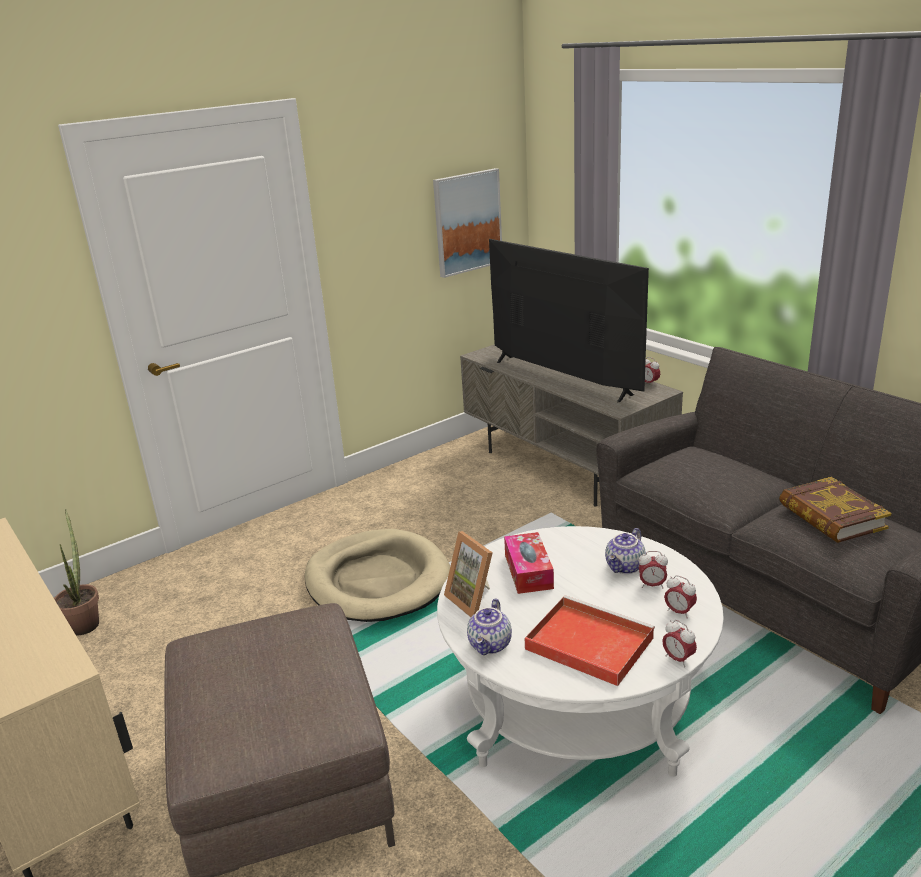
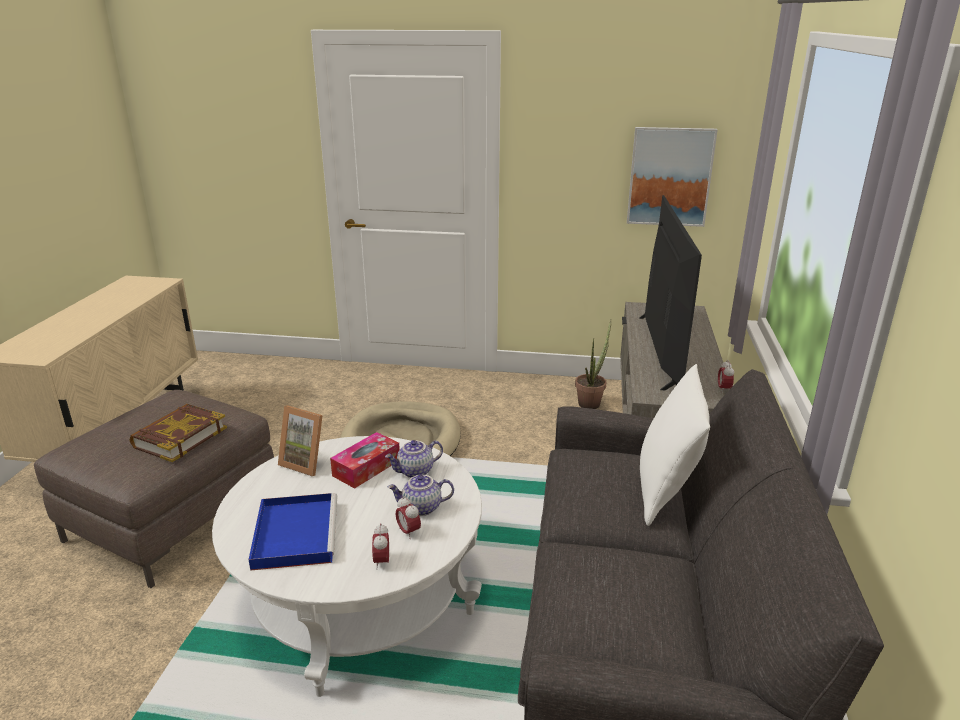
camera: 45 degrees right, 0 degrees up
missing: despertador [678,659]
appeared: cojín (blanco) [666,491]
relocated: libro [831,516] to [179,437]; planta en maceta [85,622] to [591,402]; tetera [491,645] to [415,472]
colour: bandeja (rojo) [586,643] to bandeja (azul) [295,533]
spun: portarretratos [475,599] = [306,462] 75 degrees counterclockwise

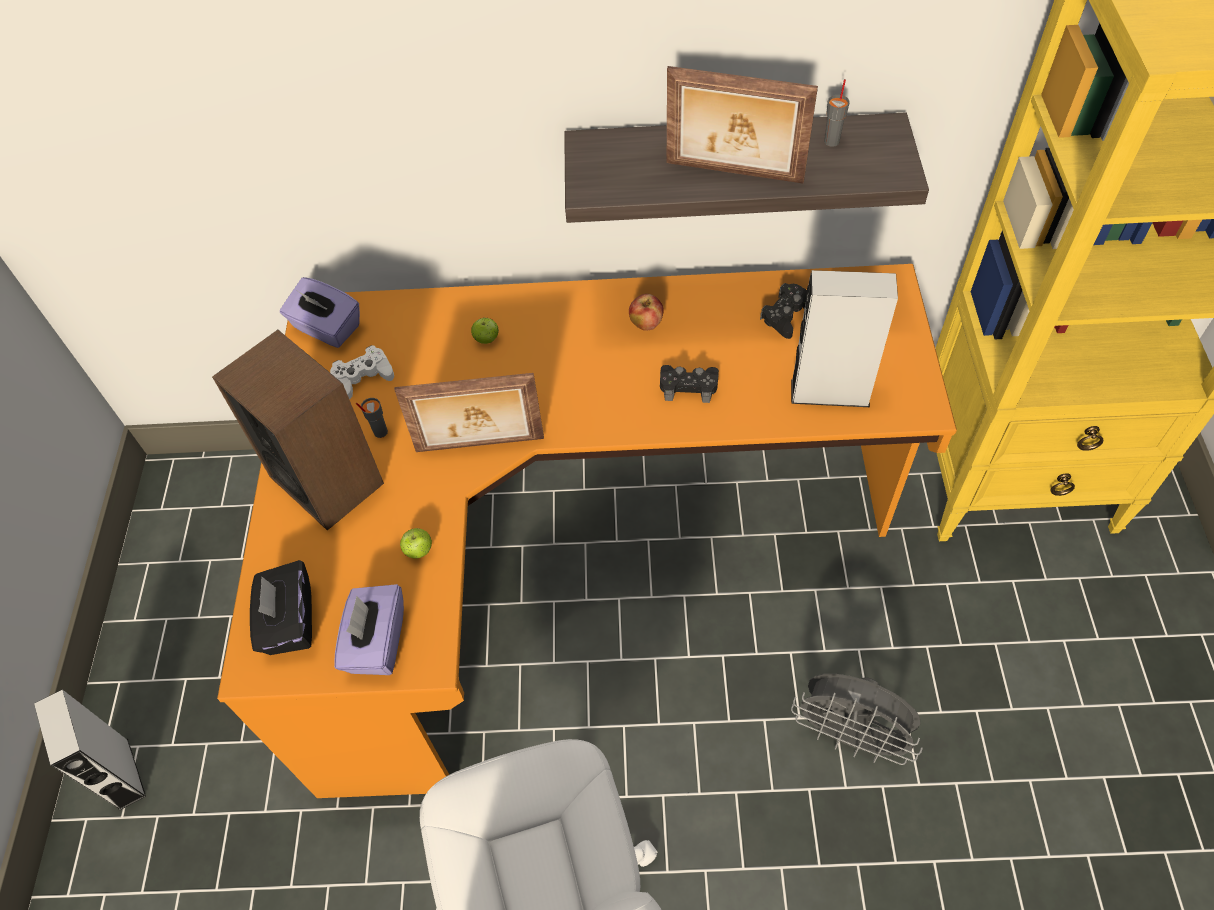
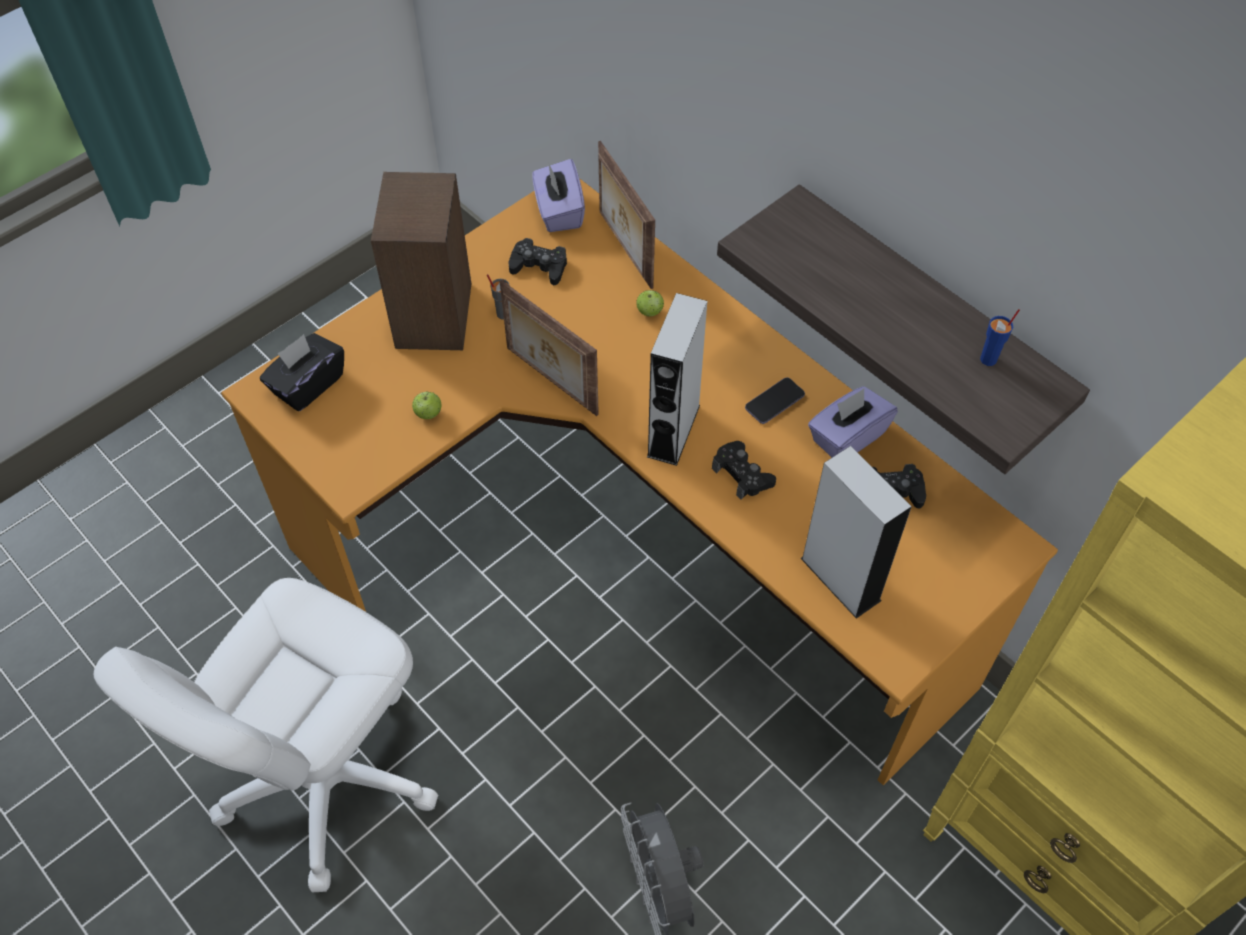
camera: 45 degrees right, 0 degrees up
relocated: portarretratos [733,173] to [623,249]; caja de pañuelos (morado) [376,642] to [847,437]; altavoz (gris) [123,774] to [673,430]
exchanged: manzana [646,324] to móvil [774,402]
colour: taza (gris) [832,141] to taza (azul) [989,359]; mando de consola (blanco) [363,377] to mando de consola (negro) [539,266]

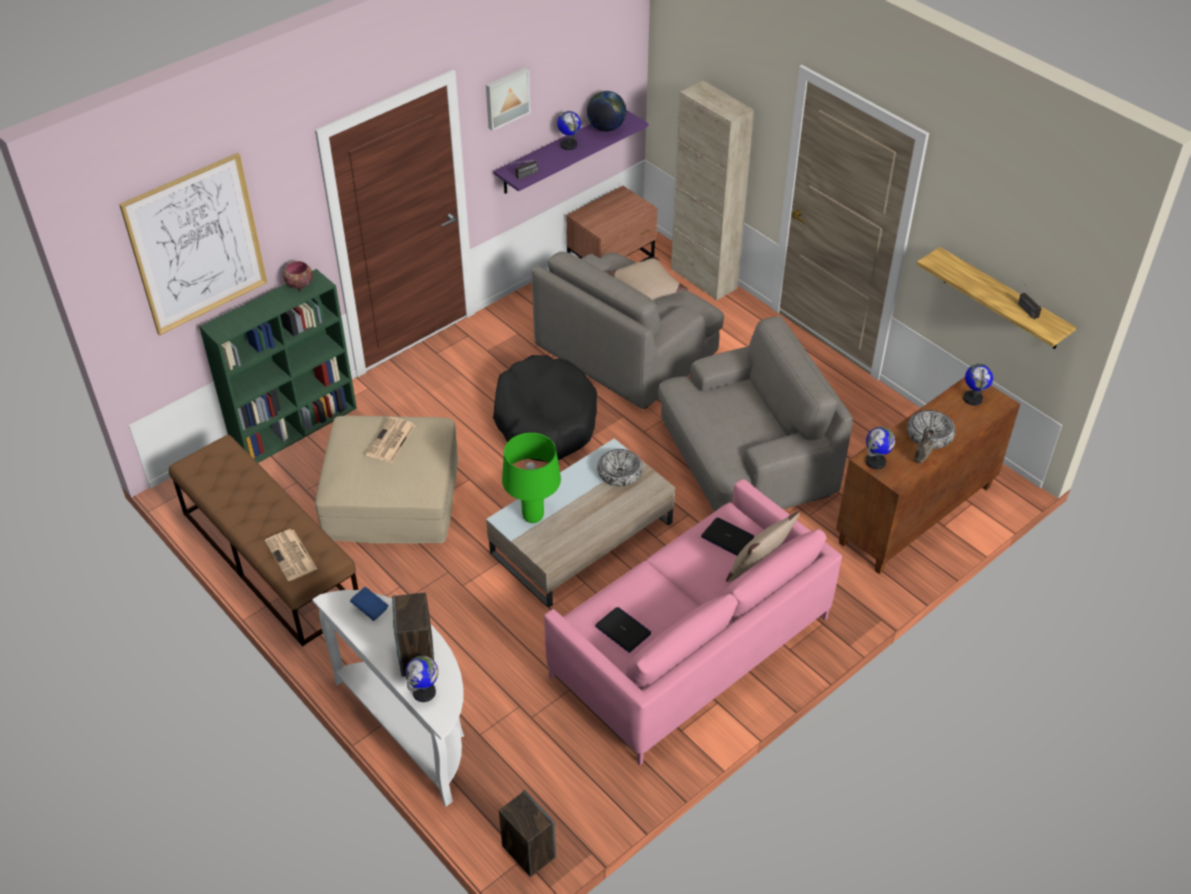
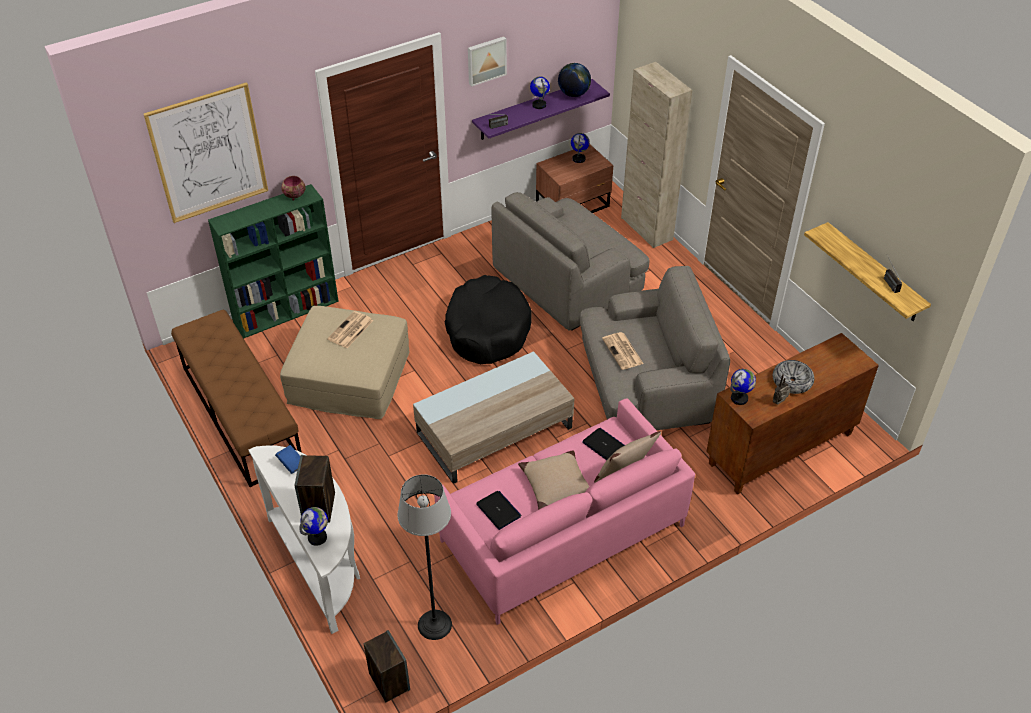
camera: 10 degrees right, 0 degrees up
missing: lámpara de mesa (verde) [532,517]; cuenco [619,472]
appeared: lámpara de pie [434,624]
relocated: cojín (beis) [646,288] to [557,485]; globo terráqueo [973,398] to [579,159]; periódico [291,556] to [623,351]

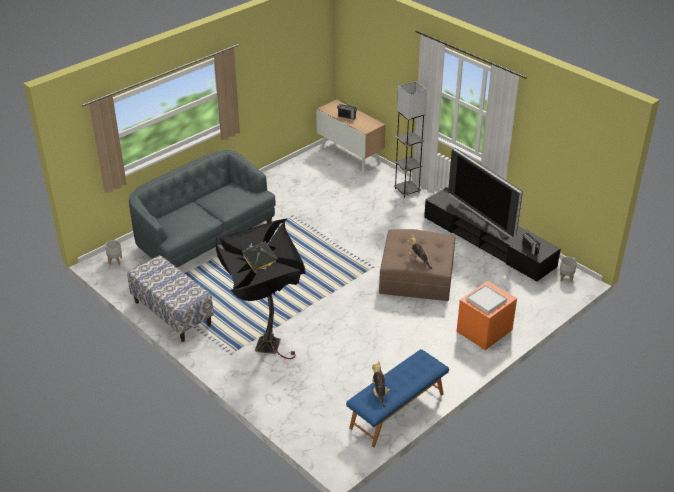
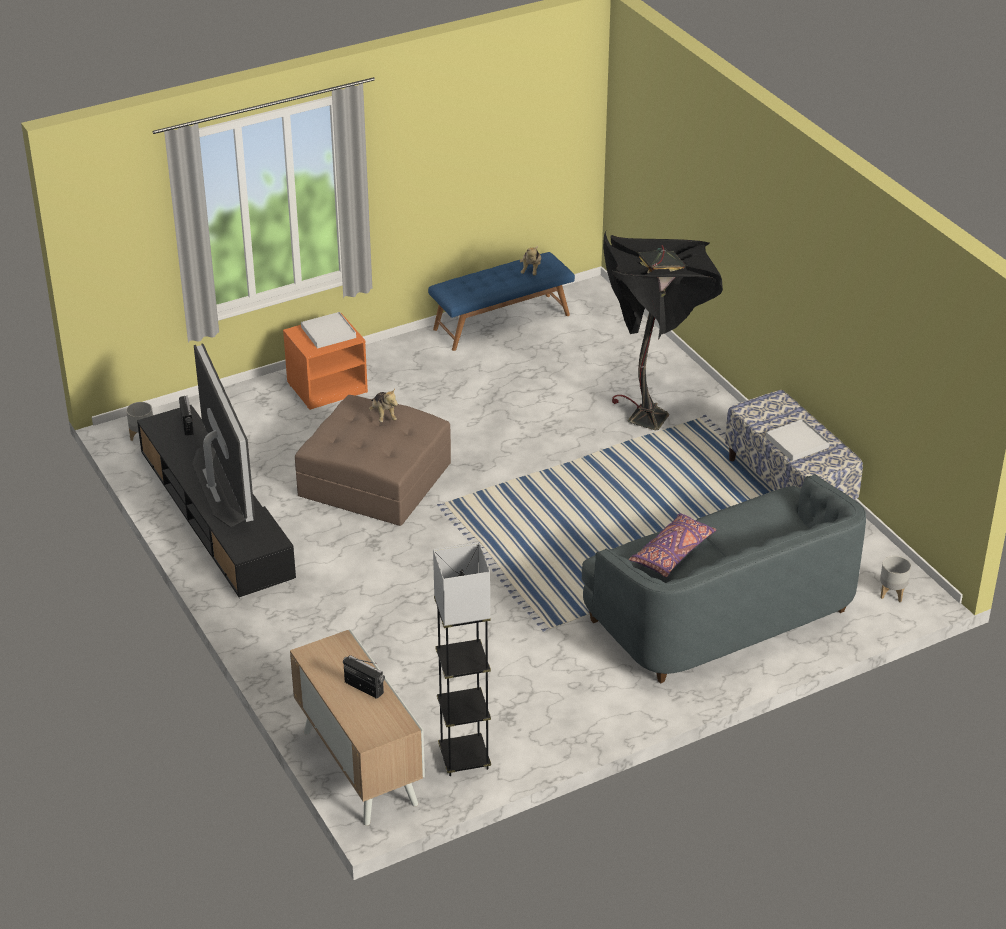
camera: 165 degrees left, 0 degrees up
appeared: bandeja (blanco) [797,442]; cojín (morado) [672,553]
relocated: lámpara de pie (gris) [407,190] to [464,758]

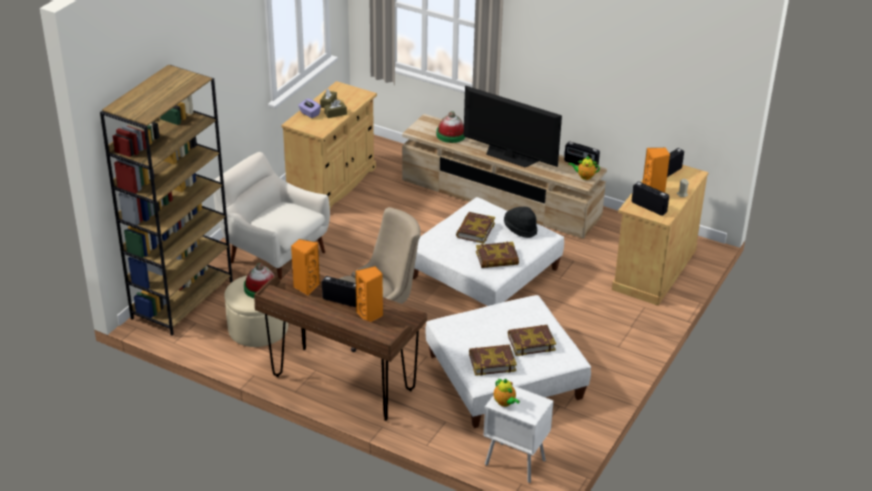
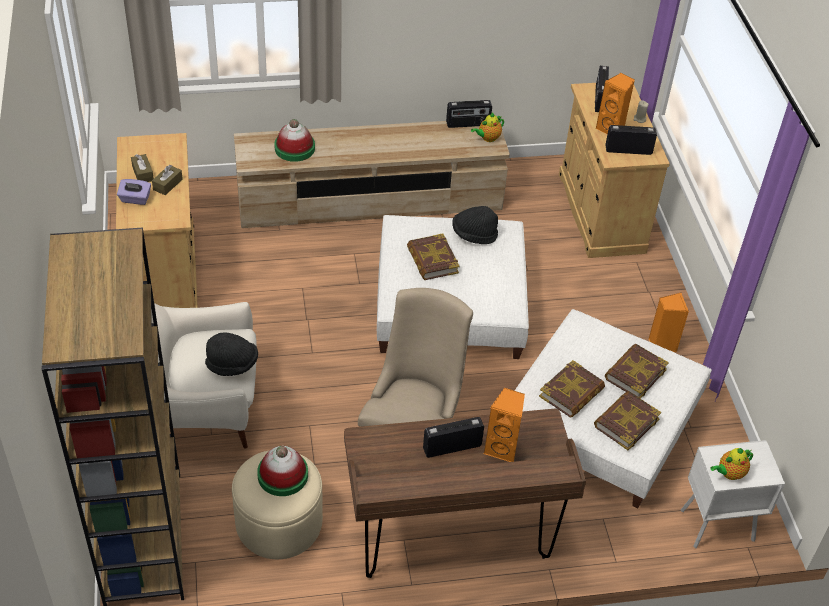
camera: 40 degrees left, 10 degrees up
missing: televisor [510,156]
appeared: sombrero (negro) [232,364]
relocated: altavoz (naranja) [306,286] to [662,343]; libro [497,258] to [571,393]
spun: tetera [505,403] = [729,473] 135 degrees clockwise

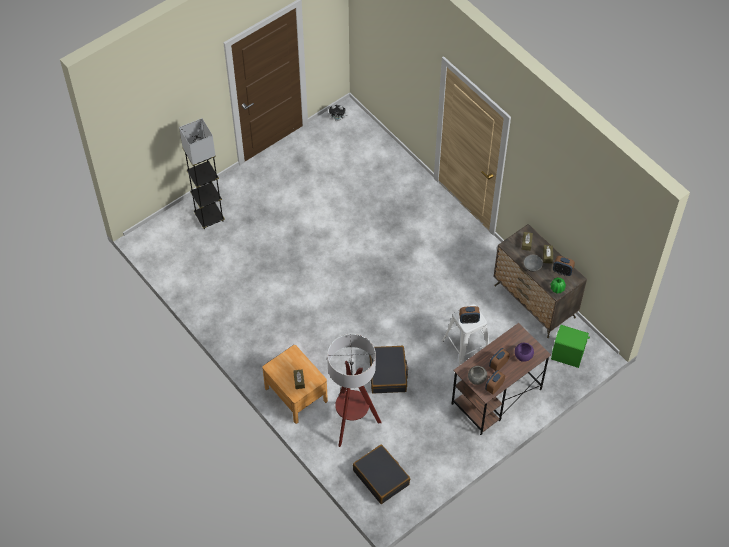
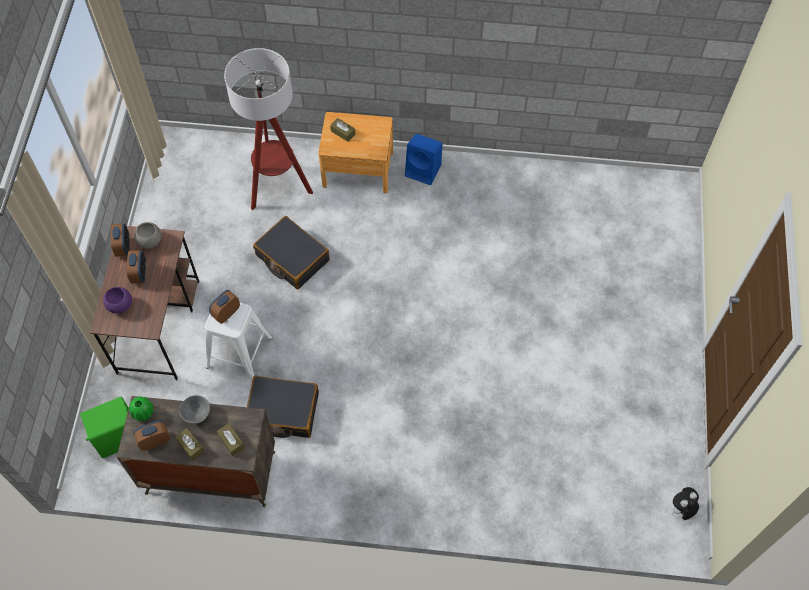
camera: 135 degrees right, 5 degrees up
missing: lámpara de pie (gris) [209,217]
appeared: altavoz (azul) [424,170]
relocated: maleta (negro) [381,477] to [283,411]

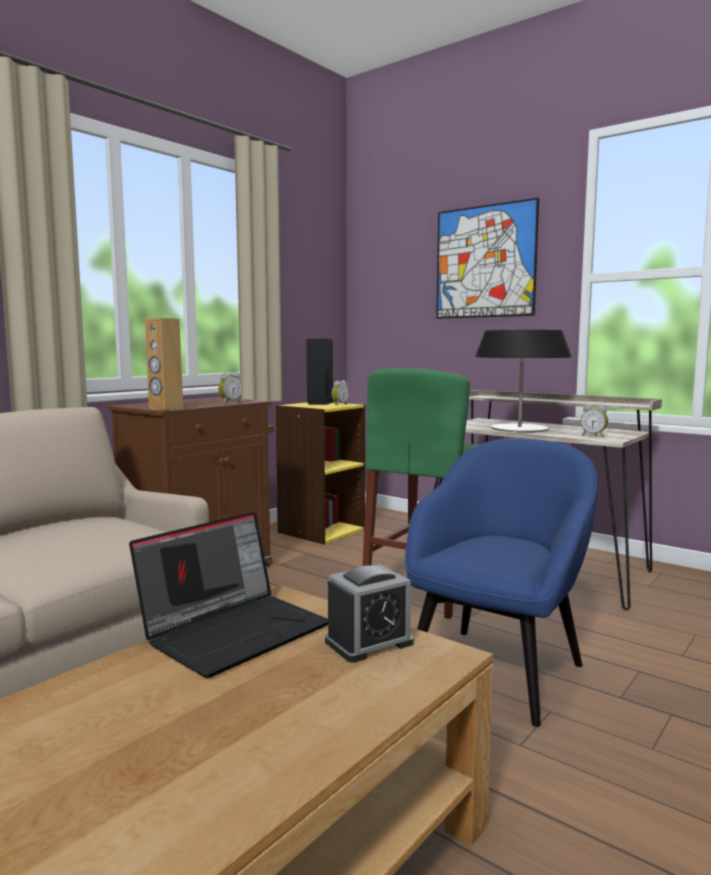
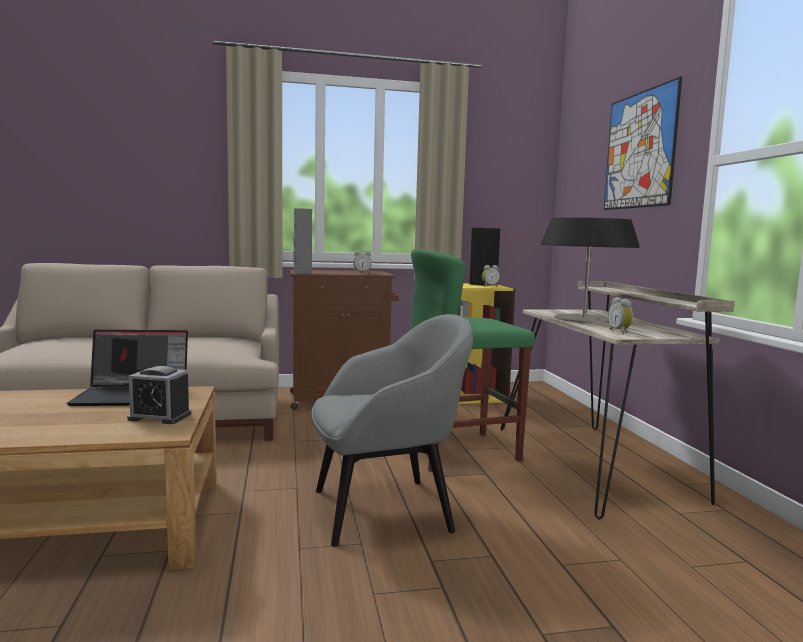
camera: 40 degrees right, 0 degrees up
colour: altavoz (marrón) [165,408] to altavoz (gris) [302,273]; sillón (azul) [497,670] to sillón (gris) [385,510]

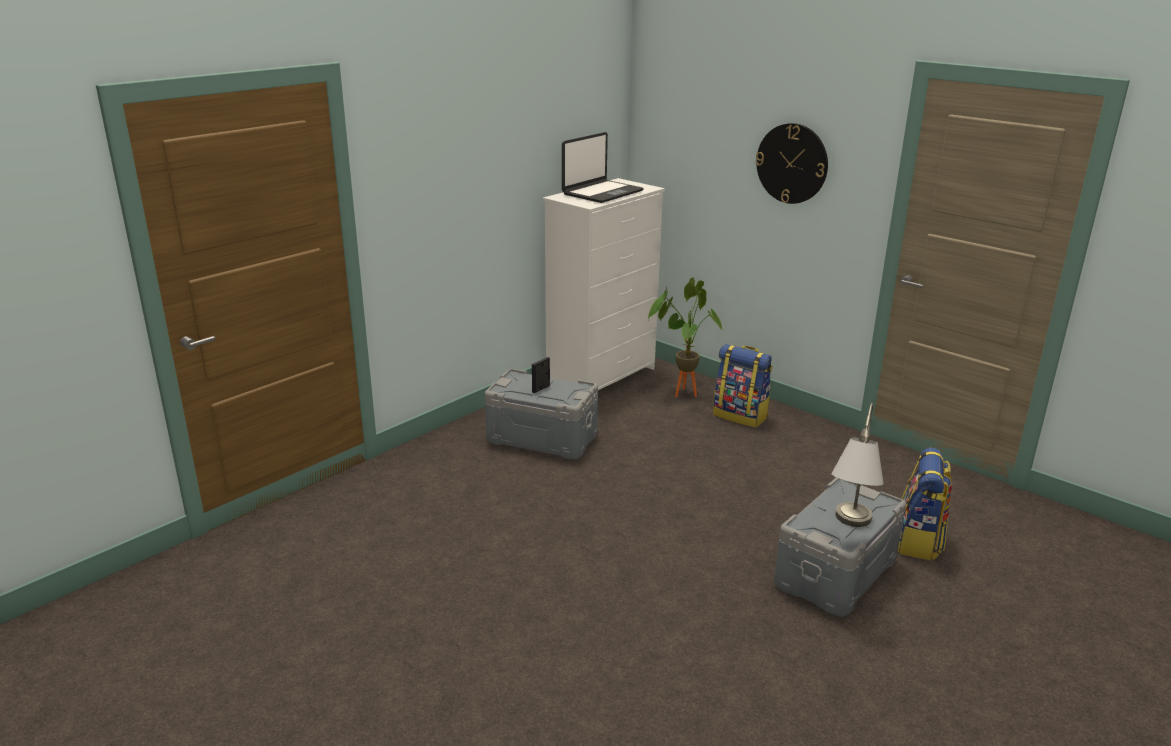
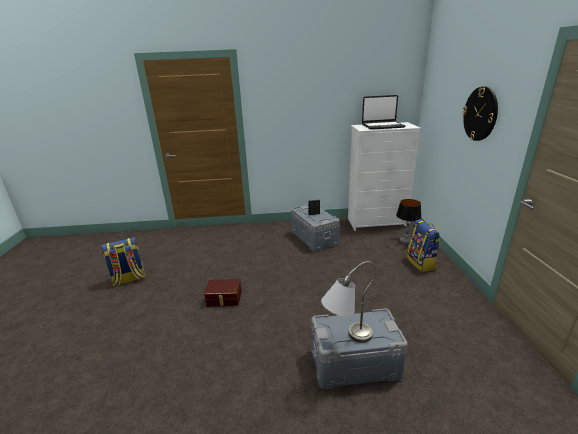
camera: 45 degrees right, 0 degrees up
appeared: caja de almacenaje (marrón) [224,299]
relocated: mochila [918,541] to [128,279]
exchanged: planta en maceta [680,392] to lámpara de mesa [405,241]

